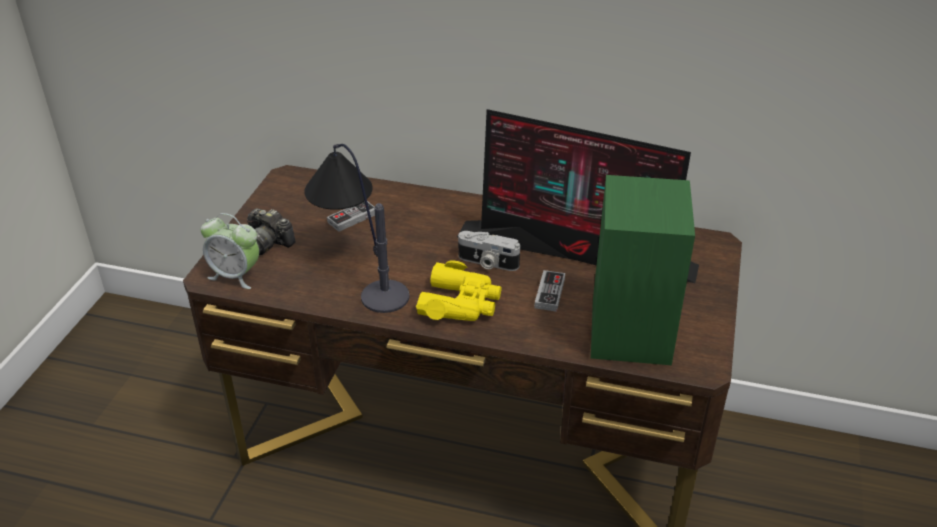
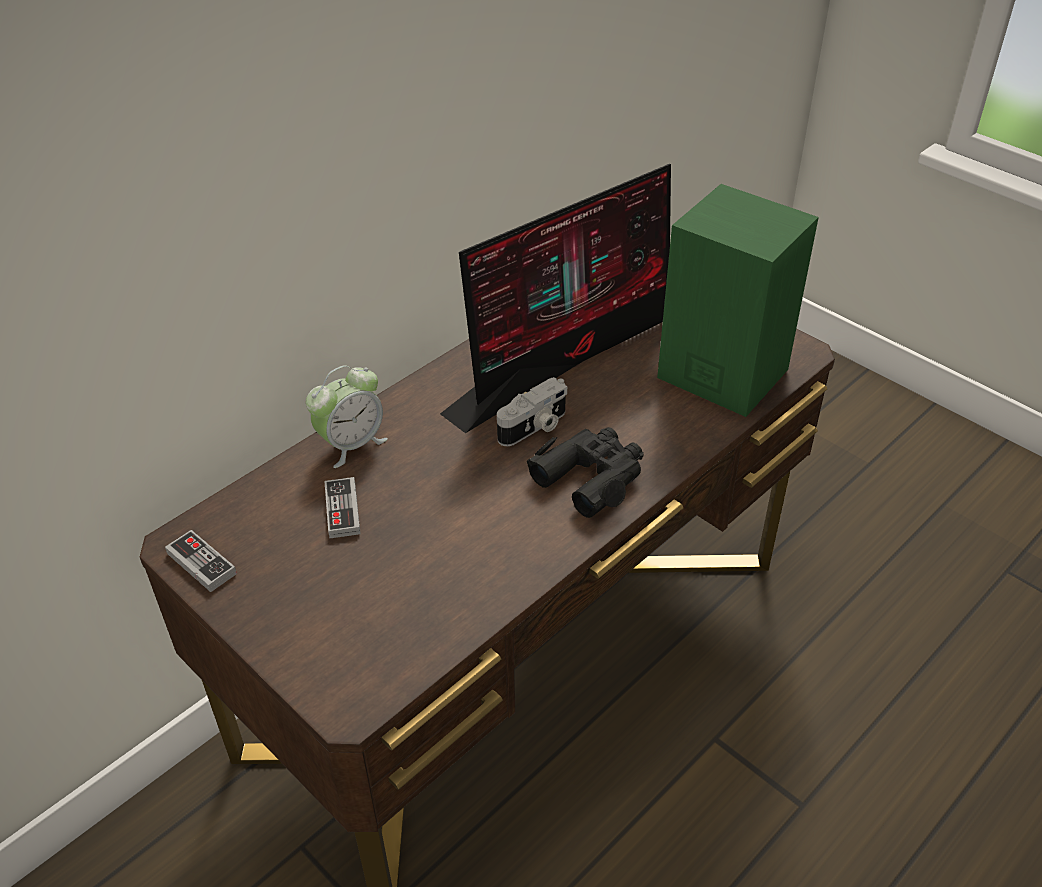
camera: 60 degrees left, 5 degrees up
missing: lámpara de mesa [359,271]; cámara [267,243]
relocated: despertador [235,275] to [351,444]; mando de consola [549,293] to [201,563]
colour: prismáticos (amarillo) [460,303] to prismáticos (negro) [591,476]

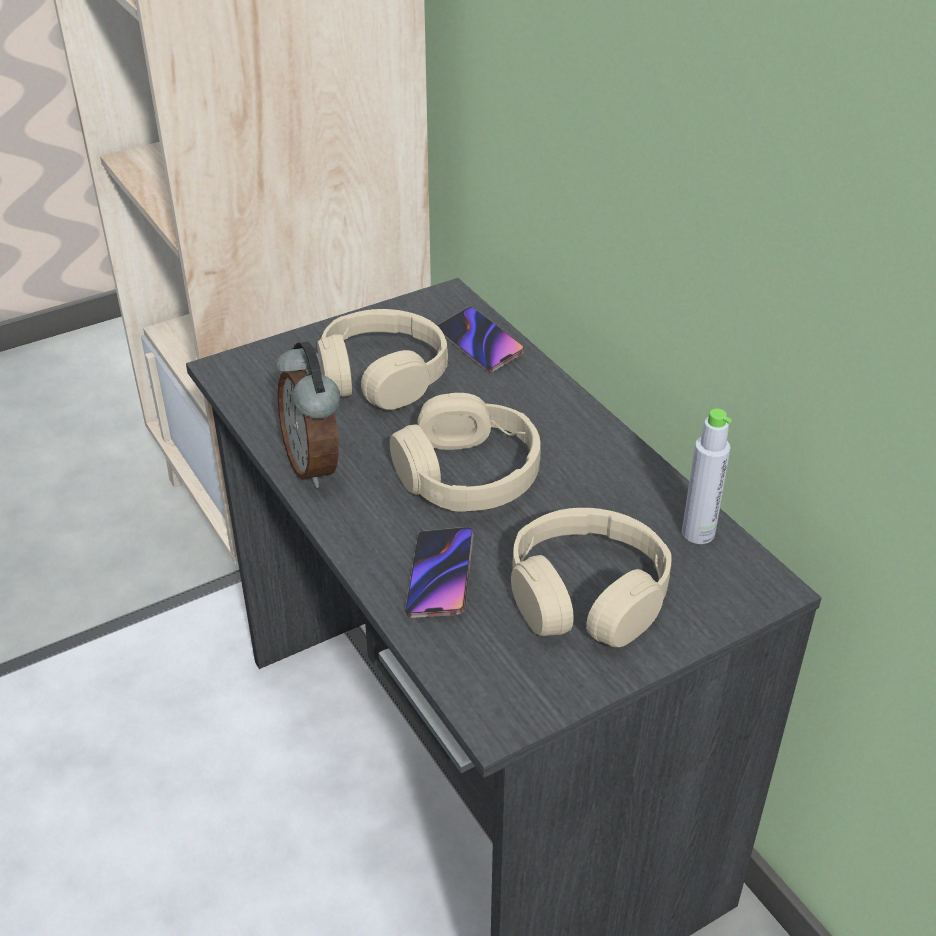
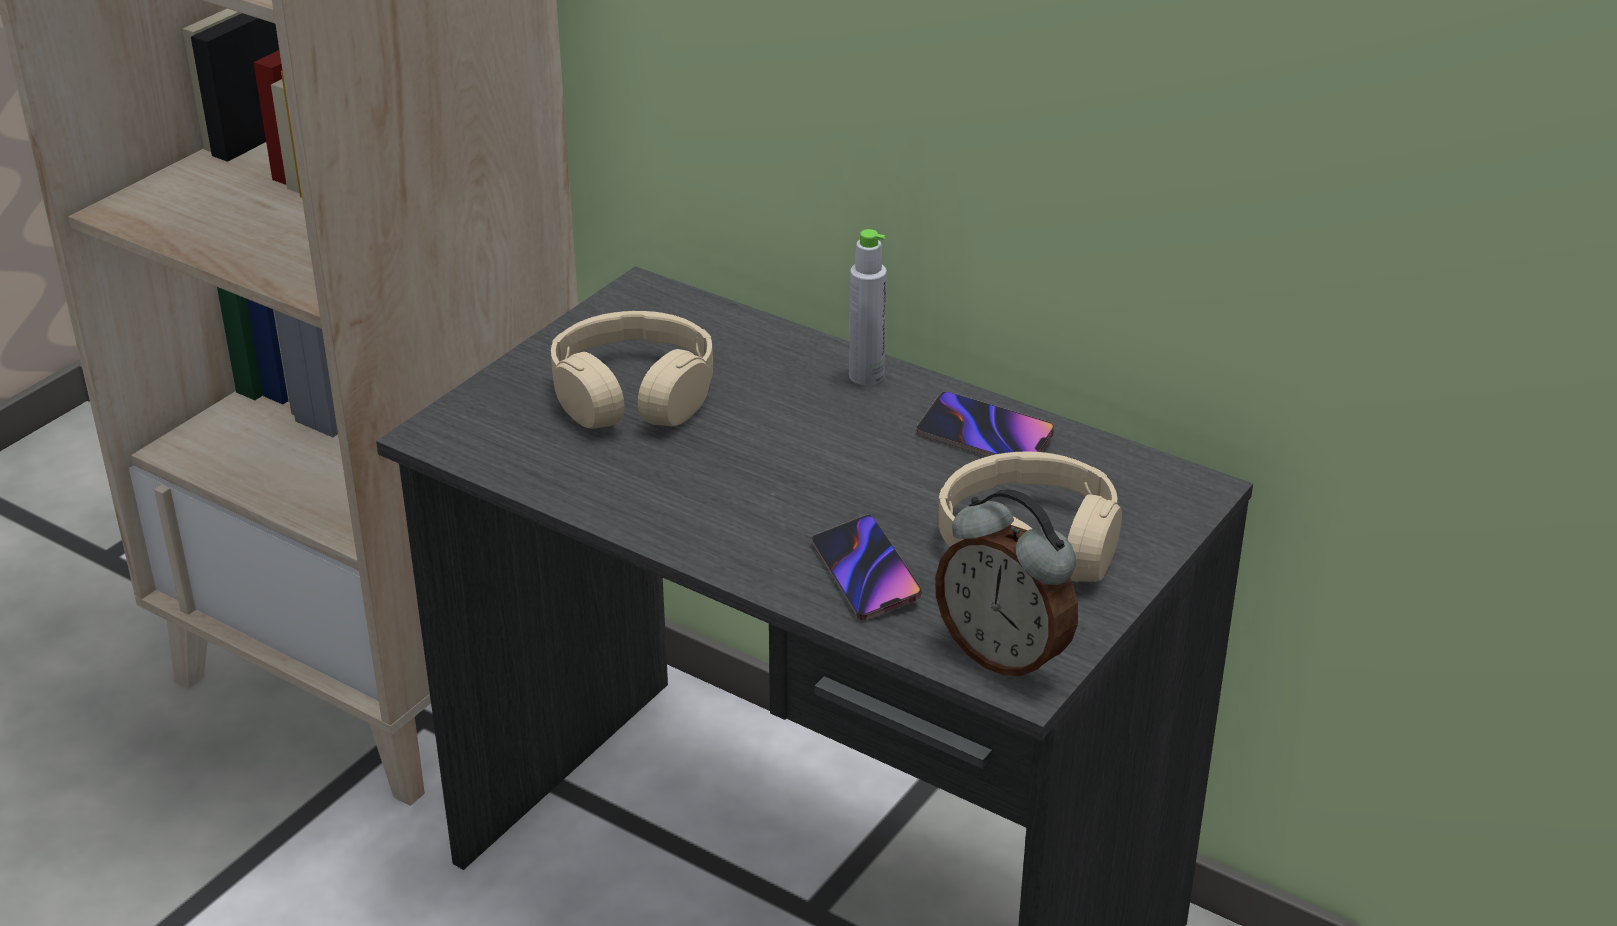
camera: 25 degrees left, 5 degrees down
missing: auriculares (beis) [467,474]
relocated: móvil [479,344] to [985,436]; despertador [315,465] to [1004,655]; botella (gris) [698,533] to [866,376]

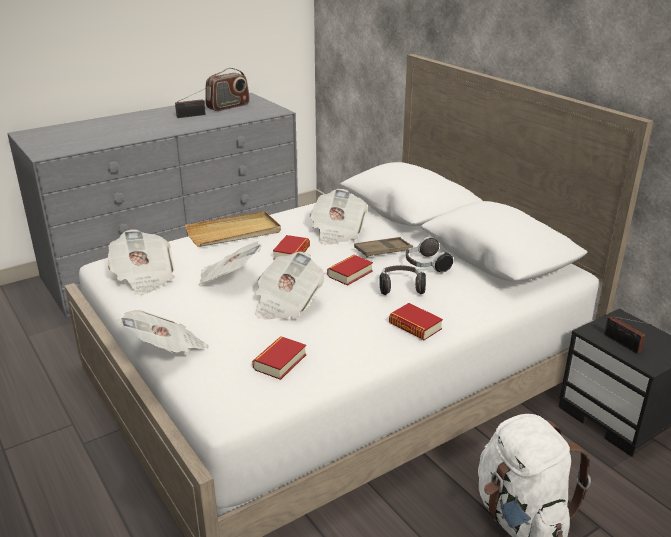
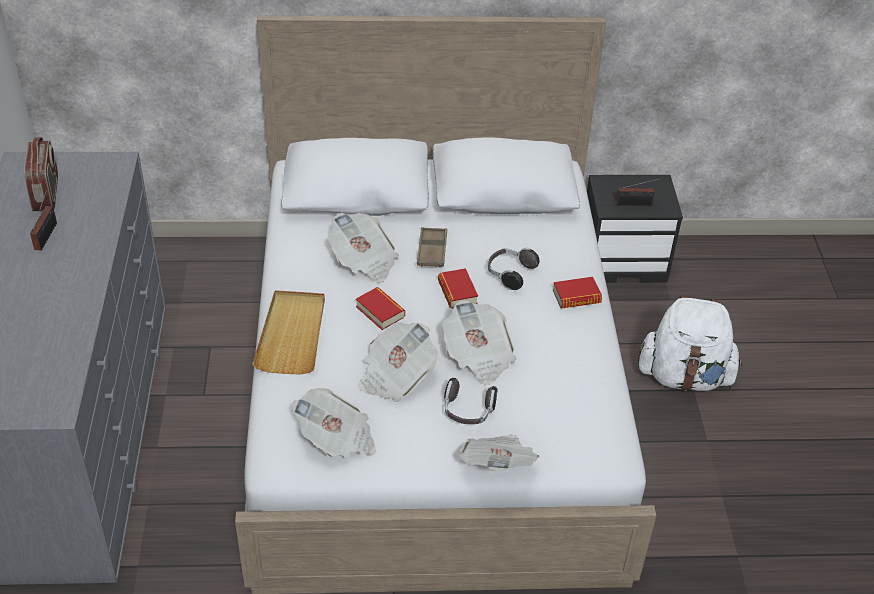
camera: 60 degrees left, 15 degrees up
missing: libro [280,362]
relocated: auriculares [426,266] to [468,412]

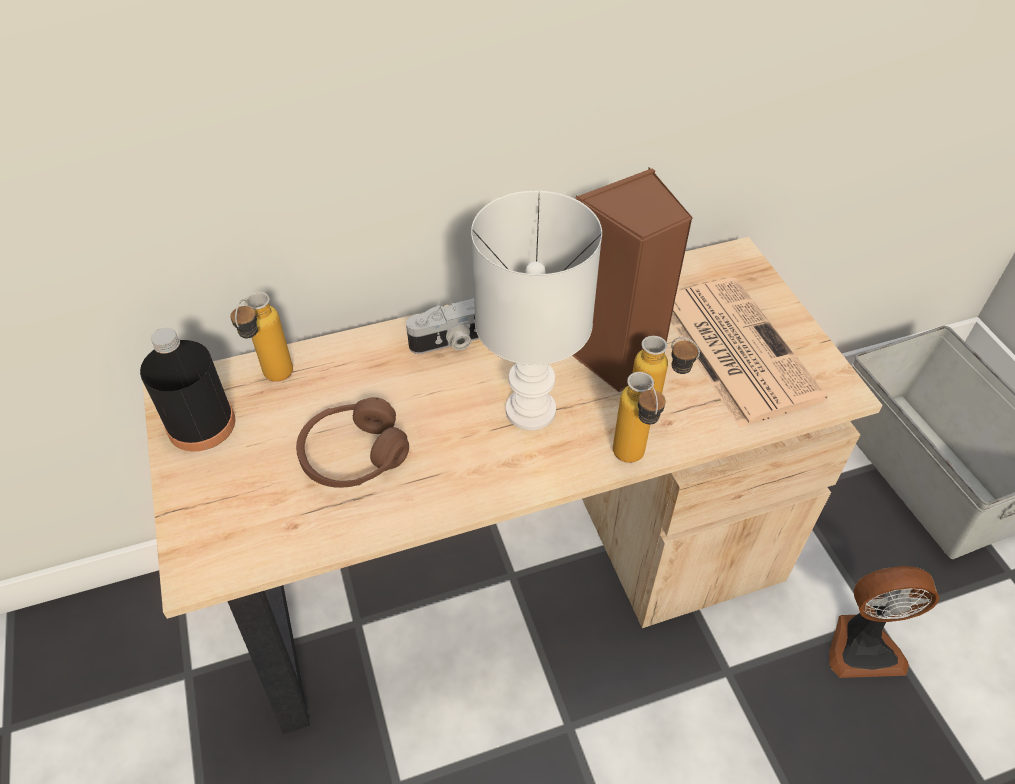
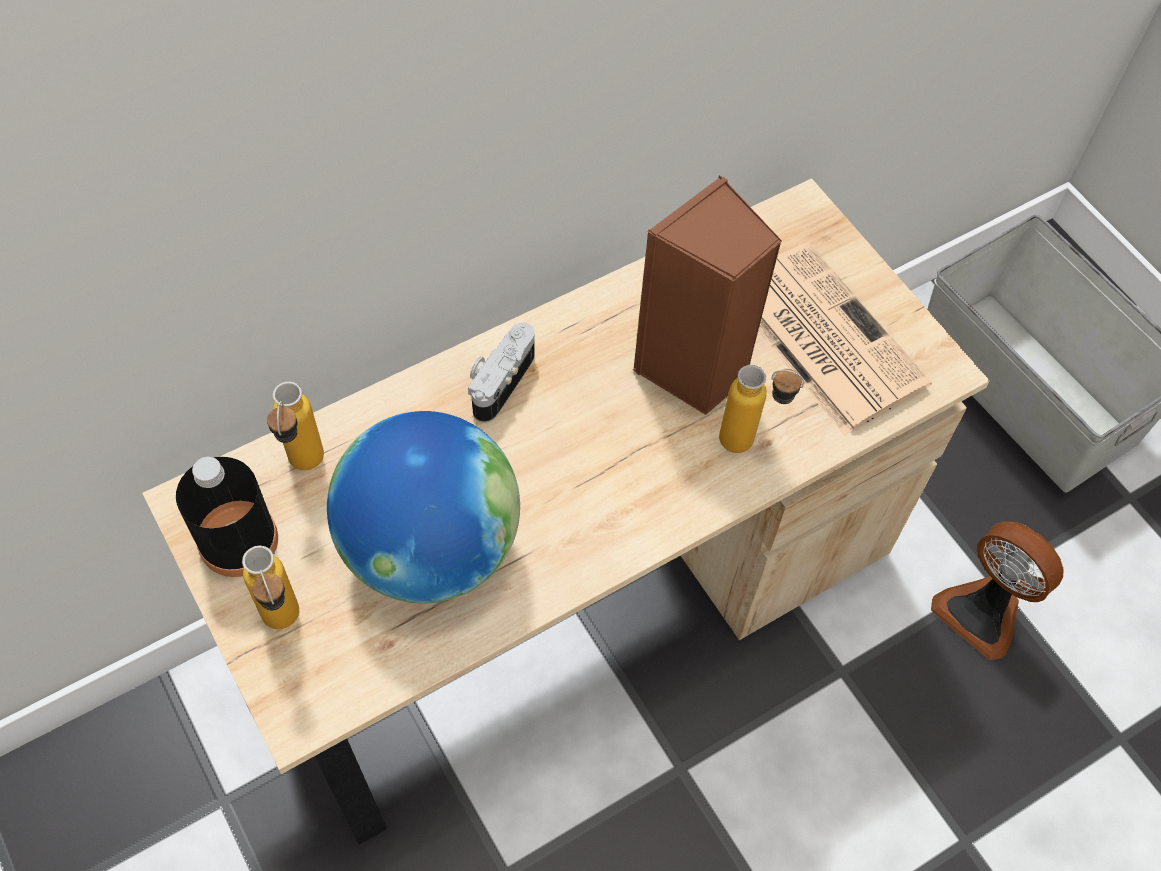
camera: 15 degrees left, 10 degrees up
missing: lámpara de mesa (blanco) [528,410]
relocated: botella [632,462] to [285,627]
exchanged: auriculares (marrón) [354,455] to globo terráqueo [429,547]
spun: cámara [451,342] = [499,381] 150 degrees clockwise; ventilador [863,645] = [982,611] 60 degrees clockwise

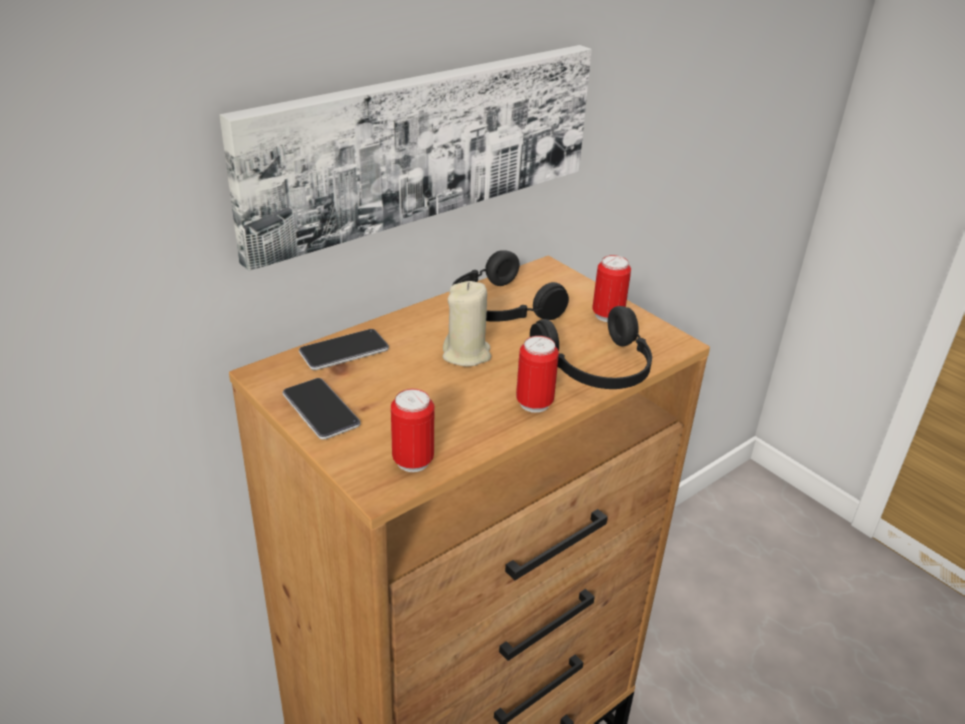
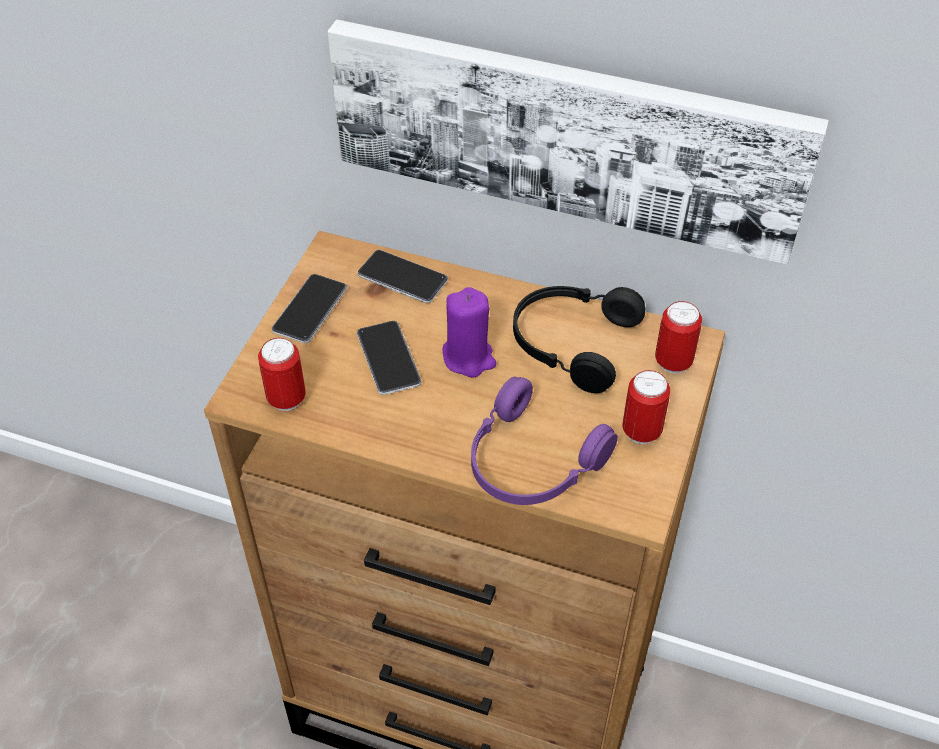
camera: 60 degrees right, 15 degrees up
appeared: móvil [388,358]
relocated: lata [534,403] to [673,362]
colour: vela (beis) [467,354] to vela (morado) [469,358]; auriculares (negro) [597,368] to auriculares (morado) [530,463]

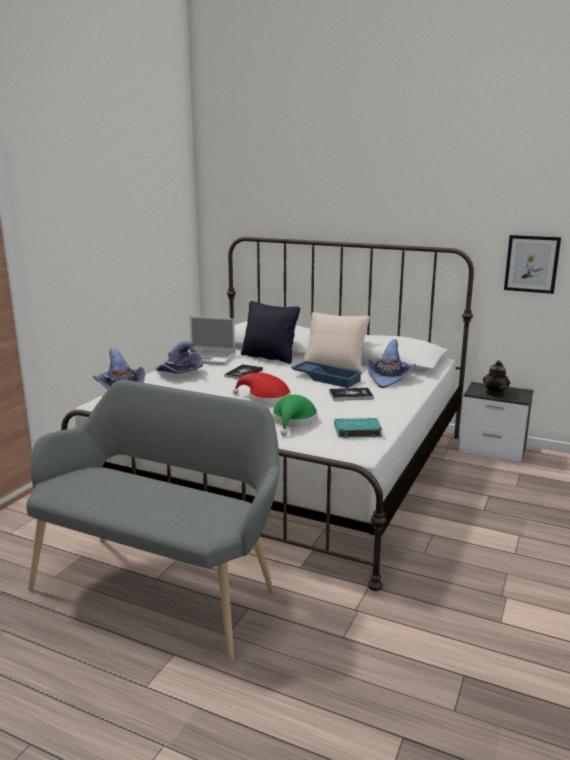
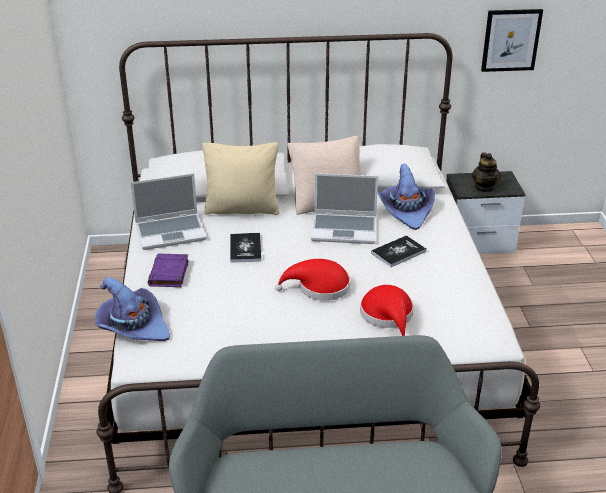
camera: 30 degrees left, 15 degrees up
missing: libro (turquesa) [357,431]
exchanged: sombrero (morado) [178,373] to libro (morado) [169,274]; bandeja (azul) [327,378] to portátil [345,229]
colour: cojín (negro) [269,357] to cojín (beis) [242,209]; sombrero (verde) [294,421] to sombrero (rojo) [388,316]

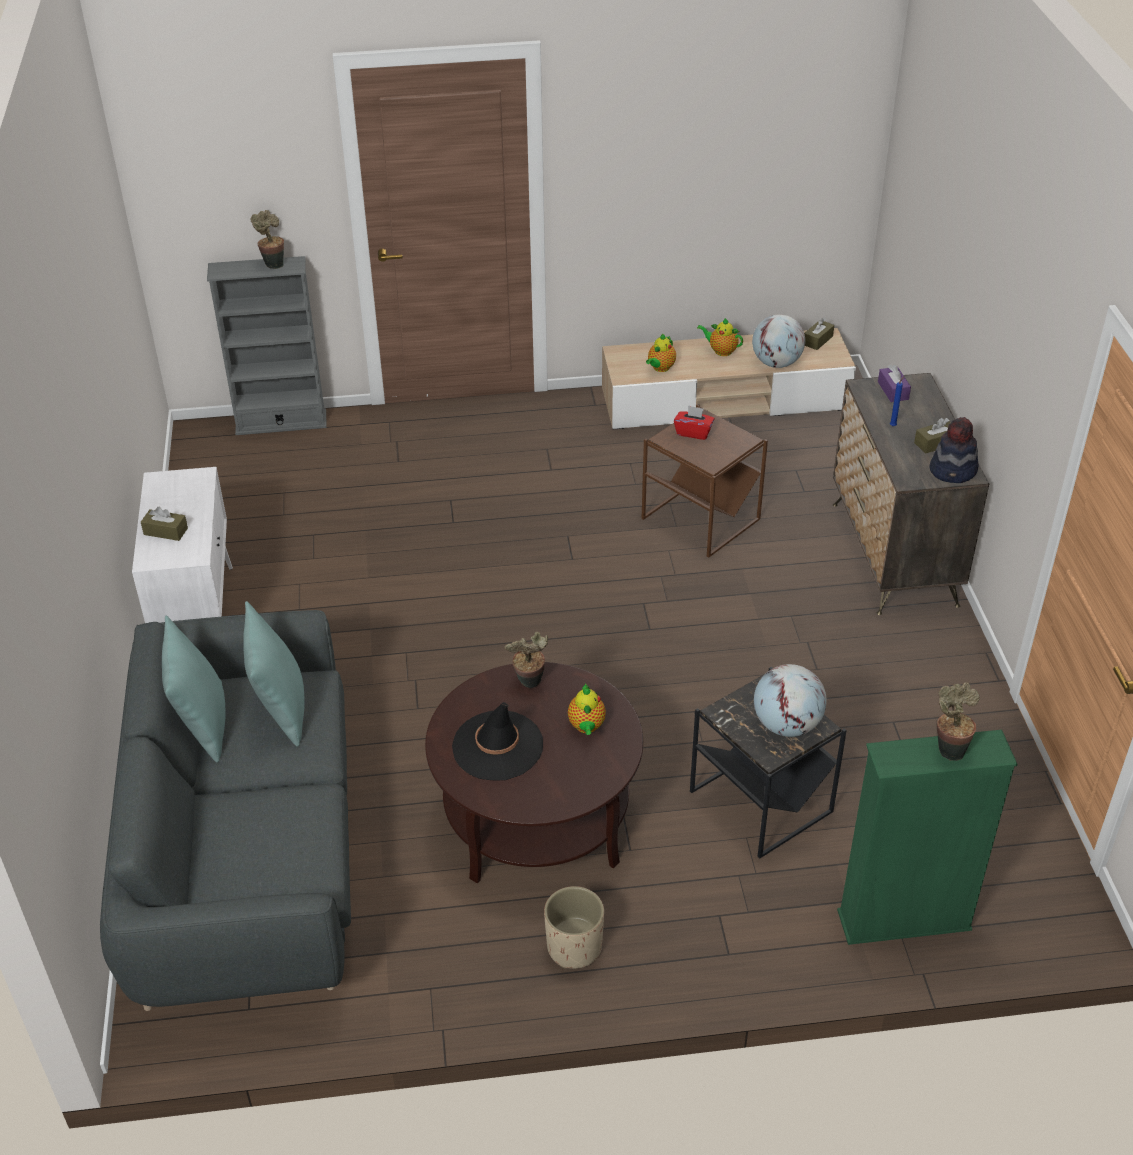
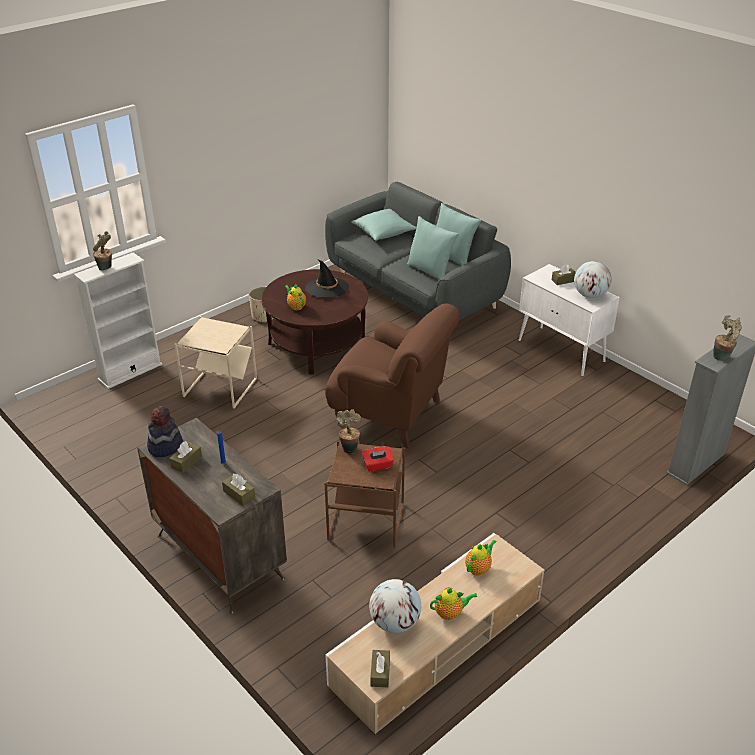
camera: 145 degrees right, 5 degrees down
appeared: cojín (turquesa) [383,232]; sillón (marrón) [391,414]
relocated: planta en maceta [529,683] to [349,448]; globo terráqueo [787,725] to [590,295]
colour: caja de pañuelos (morado) [893,390] to caja de pañuelos (marrón) [239,494]; mesa auxiliar (negro) [760,801] to mesa auxiliar (beis) [220,388]; estantería (verde) [904,921] to estantería (blanco) [130,372]
spun: tetera [660,368] = [479,568] 45 degrees clockwise

